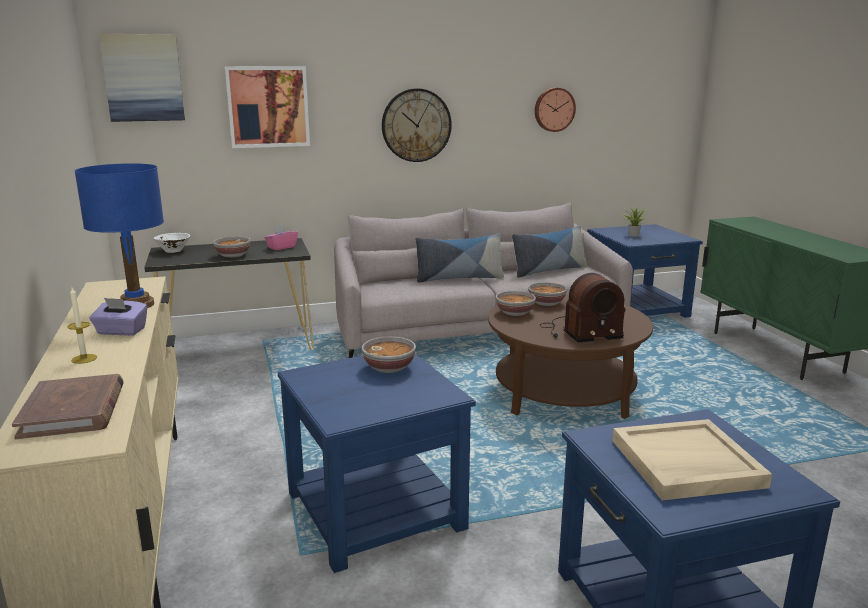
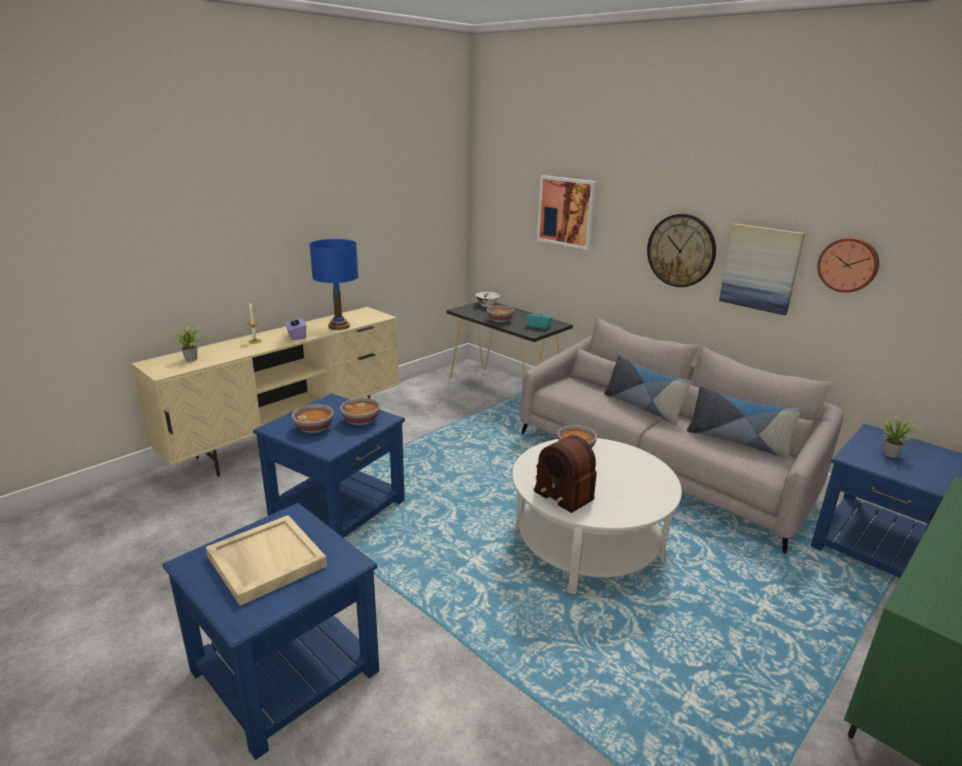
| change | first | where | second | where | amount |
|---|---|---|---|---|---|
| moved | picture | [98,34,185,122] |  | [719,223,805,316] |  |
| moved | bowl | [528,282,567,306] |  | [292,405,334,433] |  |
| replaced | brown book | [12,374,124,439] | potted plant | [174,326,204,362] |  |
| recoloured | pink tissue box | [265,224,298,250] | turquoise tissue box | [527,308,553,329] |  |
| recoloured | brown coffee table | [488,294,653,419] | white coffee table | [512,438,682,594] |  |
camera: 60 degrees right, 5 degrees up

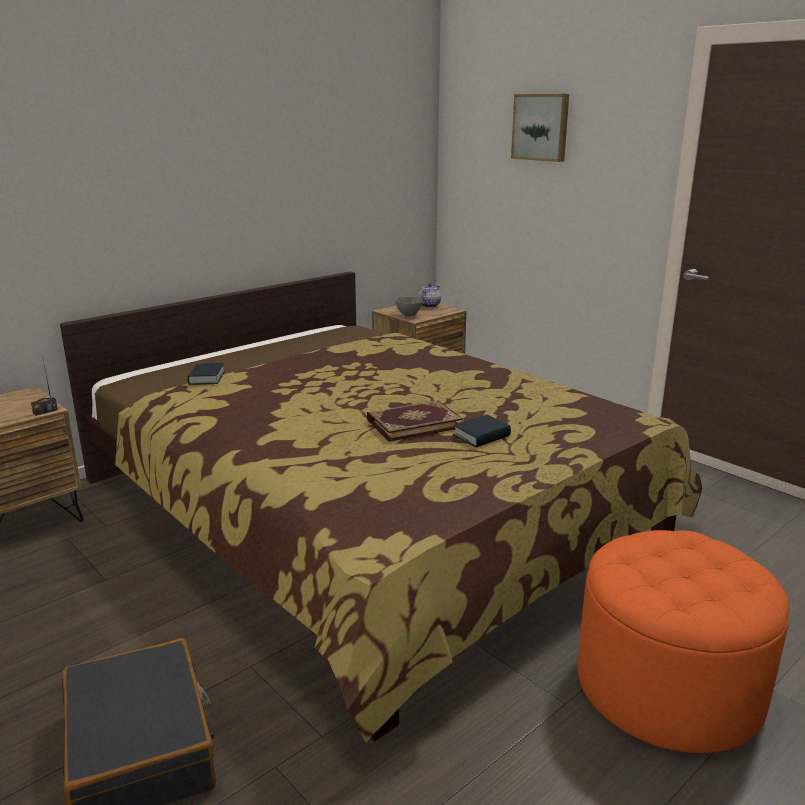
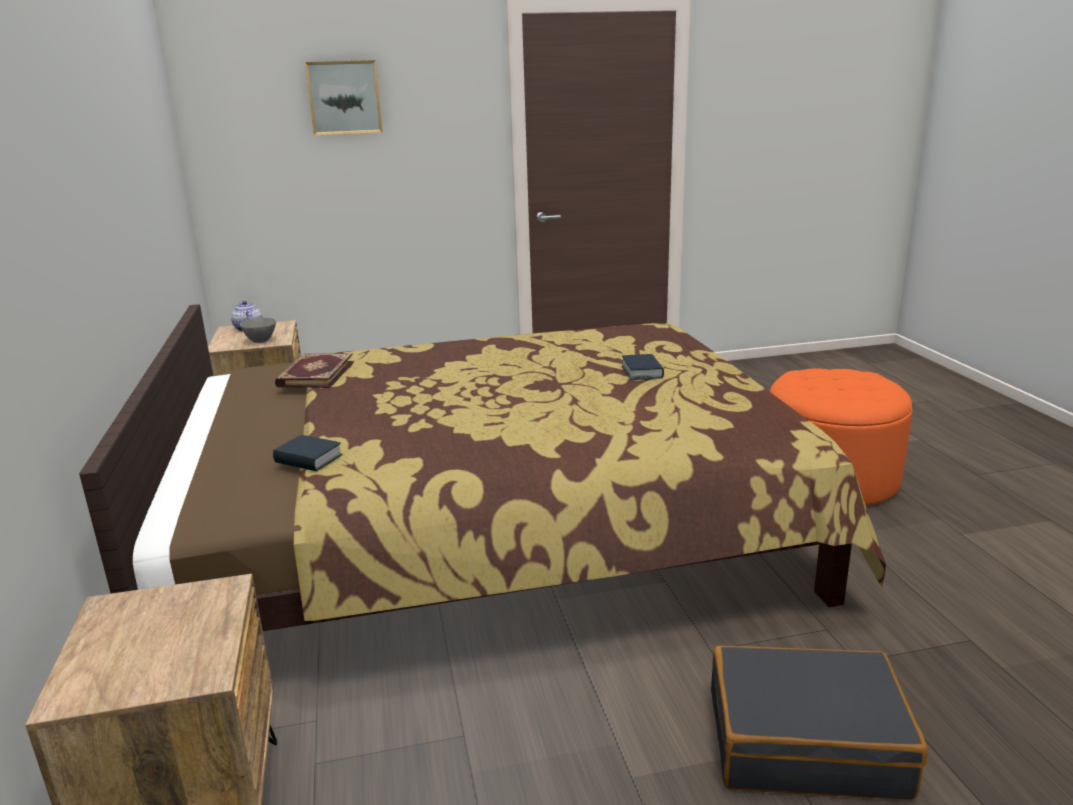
| change | first | where | second | where | amount |
|---|---|---|---|---|---|
| removed | radio | [31,354,58,416] |  |  |  |
| moved | book | [367,400,463,442] |  | [275,353,354,388] |  |
camera: 60 degrees left, 0 degrees up

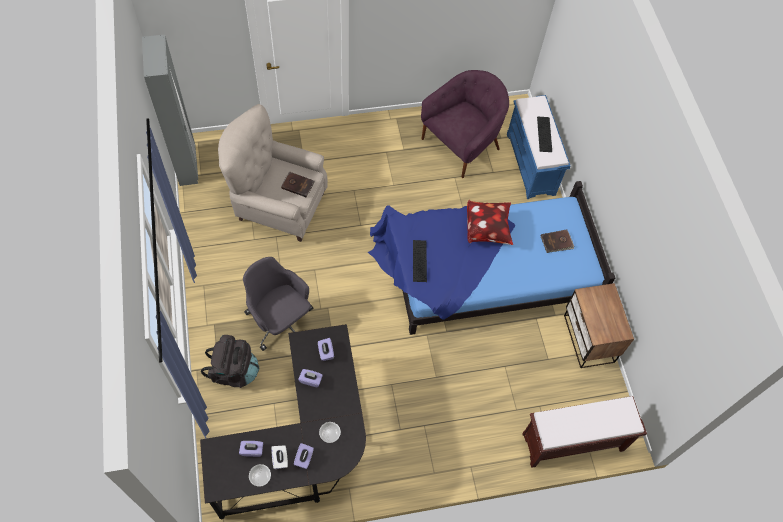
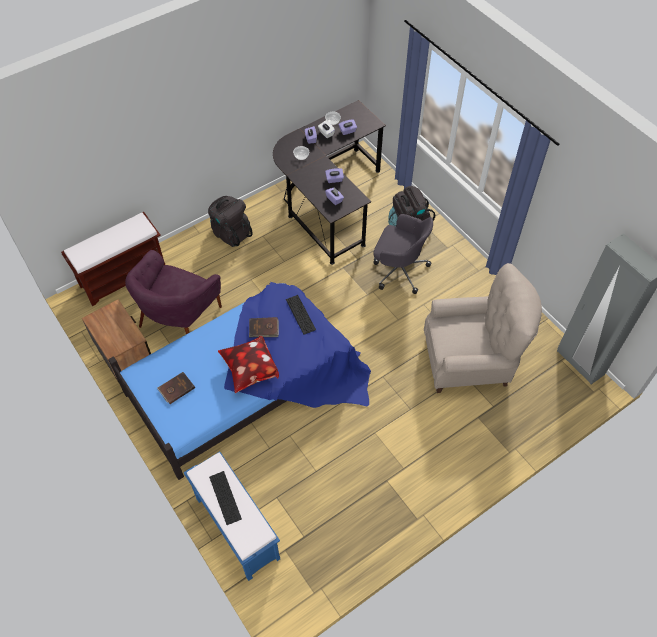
| change | first | where | second | where | amount |
|---|---|---|---|---|---|
| added |  |  | black backpack | [208,196,253,247] |  |
| moved | brown book | [281,171,315,198] |  | [249,317,279,338] |  |
| moved | purple armchair | [421,70,509,178] |  | [125,250,222,334] |  |
camera: 160 degrees right, 5 degrees down

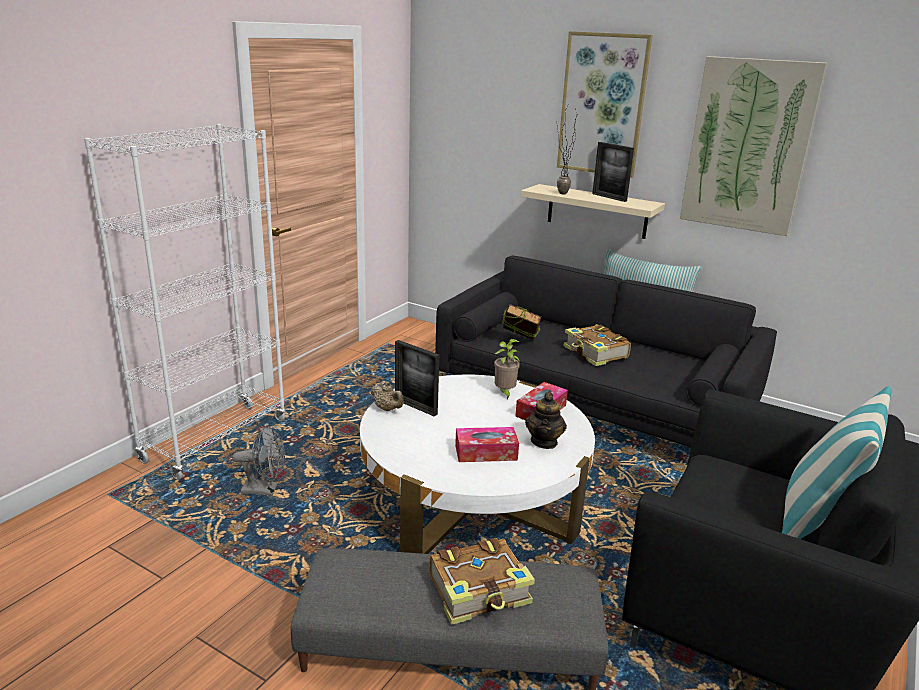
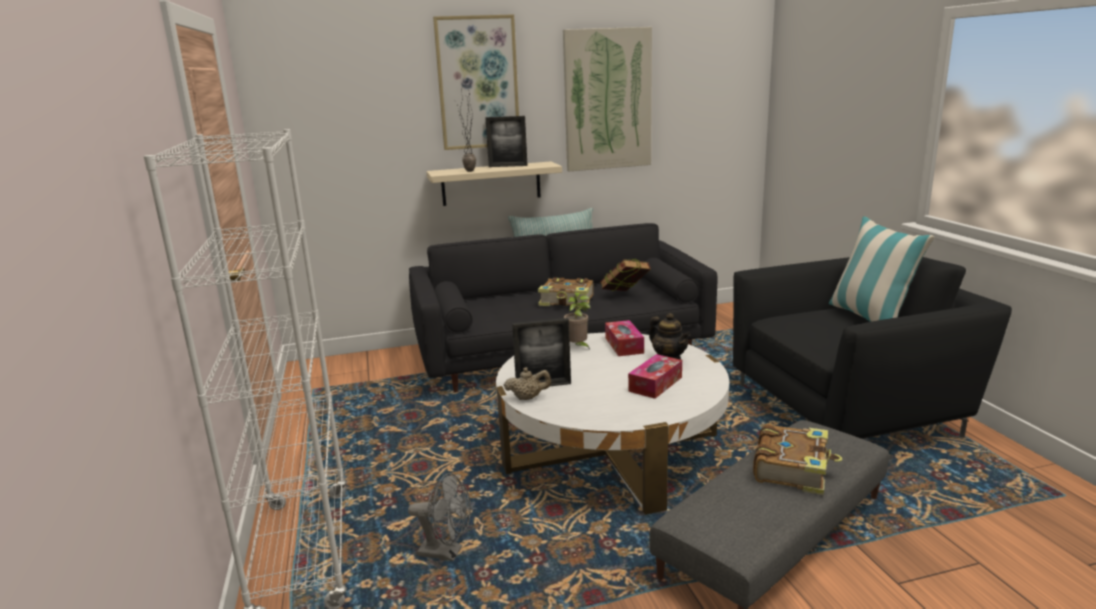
| change | first | where | second | where | amount |
|---|---|---|---|---|---|
| moved | book | [502,304,541,340] |  | [600,259,651,291] |  |
| turned | grey fan | [233,426,285,495] |  | [408,473,471,561] | 60 degrees clockwise |
camera: 45 degrees left, 5 degrees down

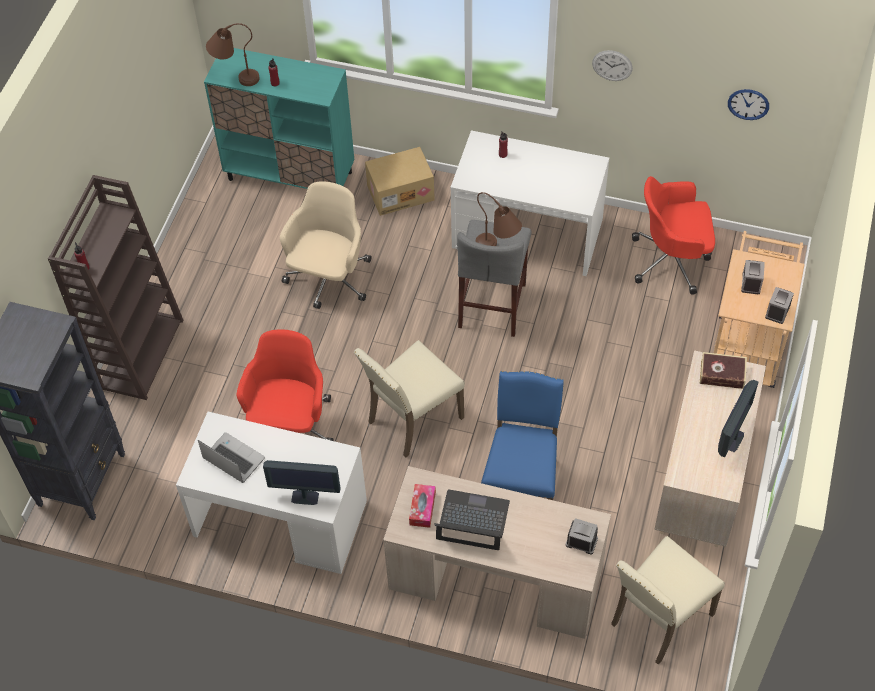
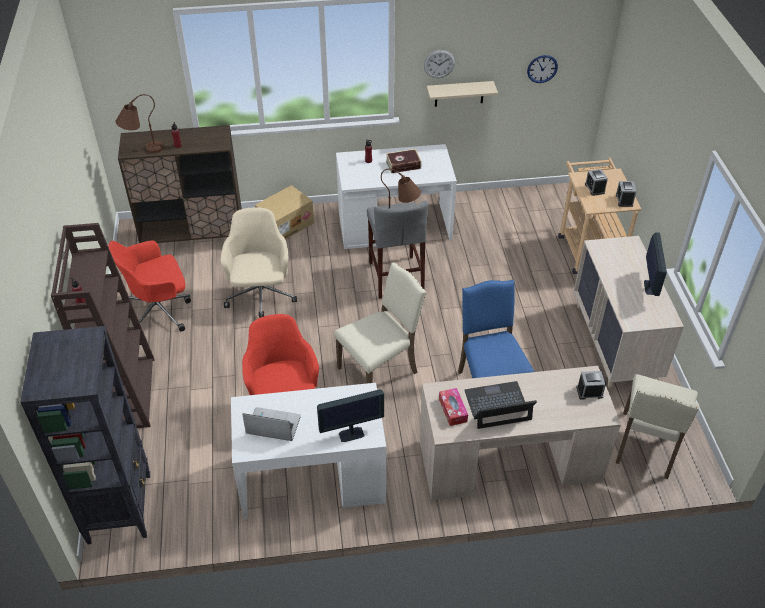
| change | first | where | second | where | amount |
|---|---|---|---|---|---|
| added |  |  | beige shelf | [427,81,498,107] |  |
| moved | red office chair | [632,176,715,295] |  | [108,241,191,331] |  |
| moved | book | [700,352,747,389] |  | [386,149,421,173] |  |
| recoloured | turquoise cabinet | [204,48,354,189] | brown cabinet | [118,125,242,243] |  |
| turned | beige chair | [354,340,465,458] |  | [334,262,427,384] | 150 degrees counterclockwise |
camera: 25 degrees left, 10 degrees down

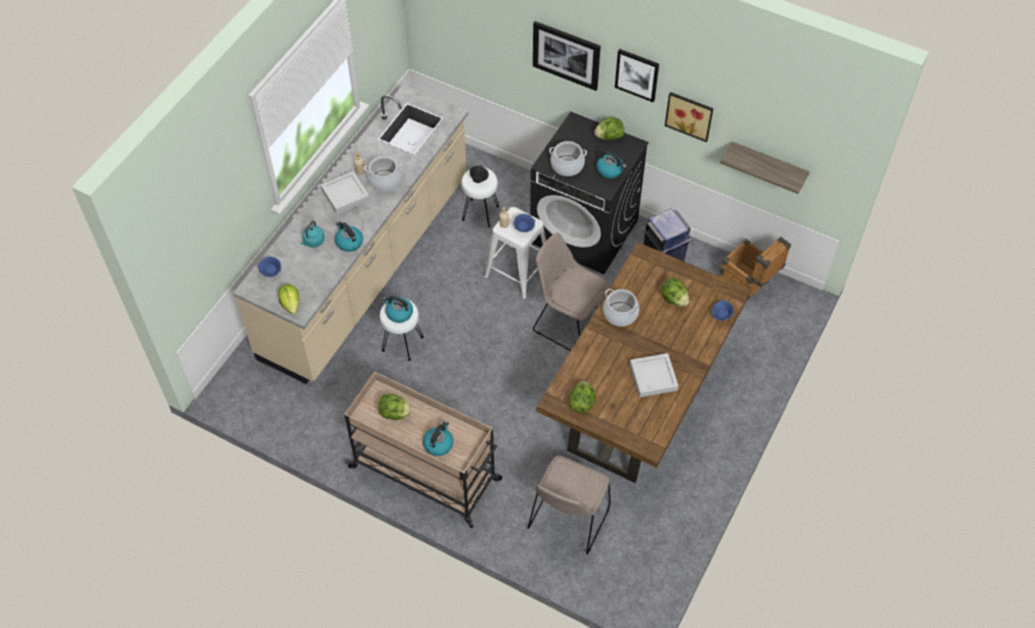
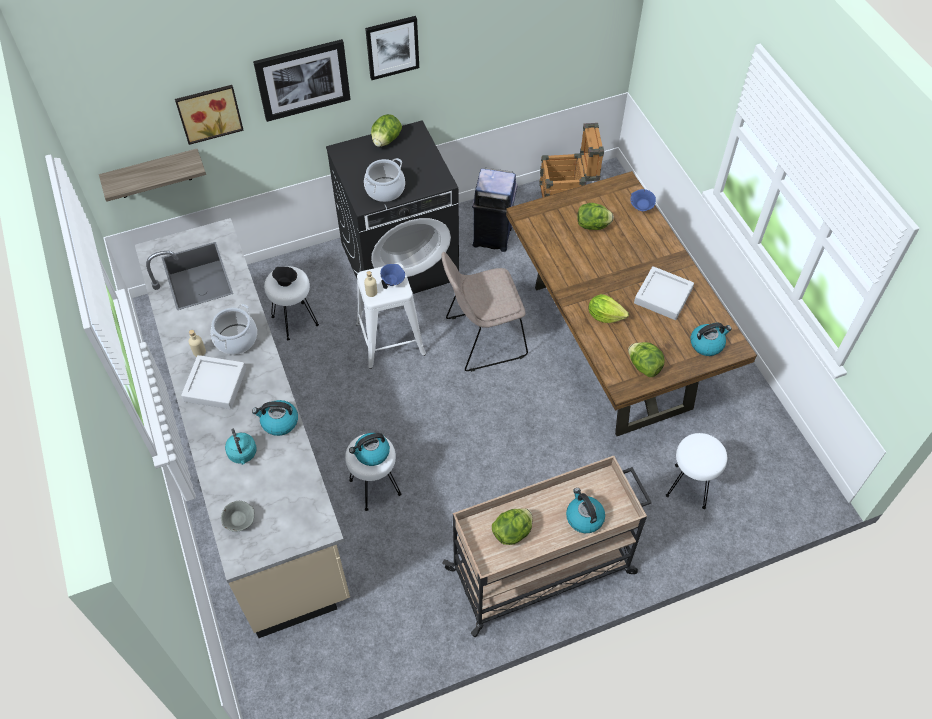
| change | first | where | second | where | amount |
|---|---|---|---|---|---|
| removed | cooking pot | [603,289,639,327] |  |  |  |
| moved | lettuce | [278,284,299,315] |  | [588,294,629,323] |  |
| moved | kettle | [596,151,626,178] |  | [690,323,732,356] |  |
| moved | picture | [665,92,713,142] |  | [175,85,244,145] |  |
| moved | shelf | [720,142,810,194] |  | [99,149,206,202] |  |
| replaced | beige chair | [528,456,610,555] | white stool | [666,433,727,509] |  |
| recoloured | blue bowl | [258,257,281,277] | grey bowl | [221,501,254,532] |  |
camera: 50 degrees left, 0 degrees up

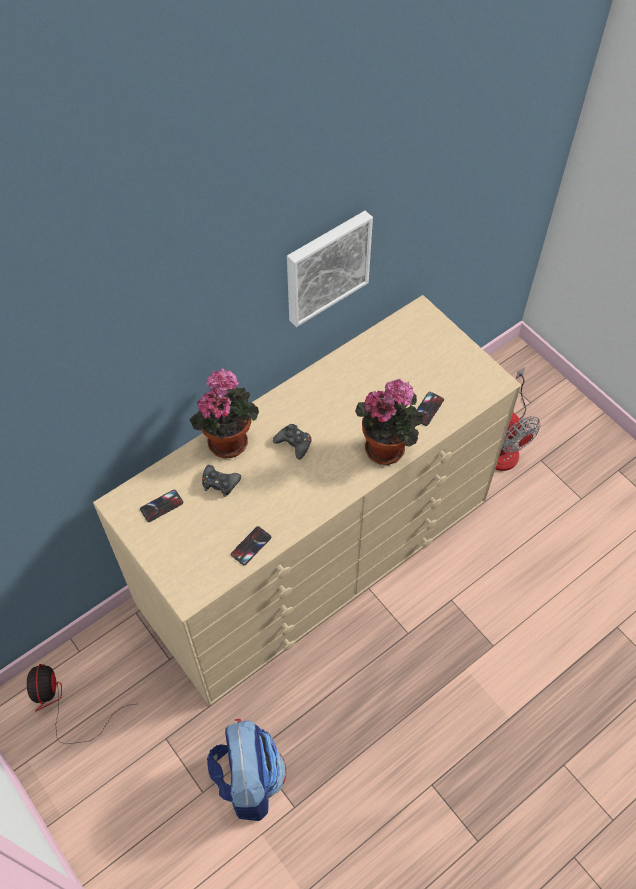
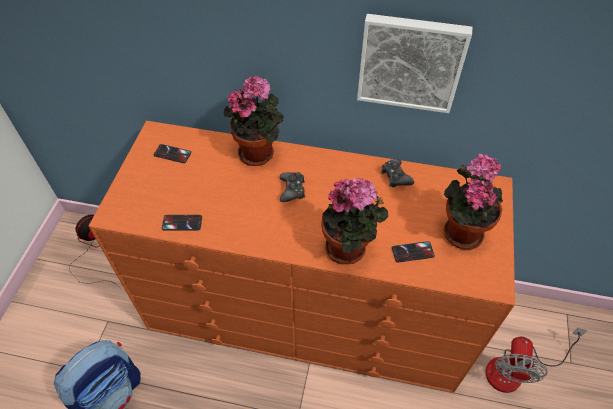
| change | first | where | second | where | amount |
|---|---|---|---|---|---|
| added |  |  | potted plant | [444,154,503,250] |  |
| moved | black game controller | [202,465,241,497] |  | [381,159,414,187] |  |
| recoloured | beige dresser | [93,295,521,705] | orange dresser | [89,121,515,392] |  |
camera: 50 degrees right, 5 degrees down

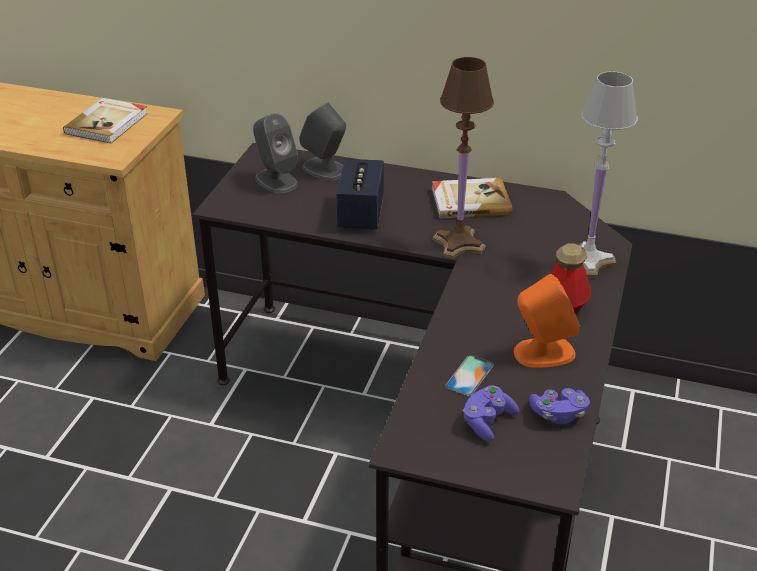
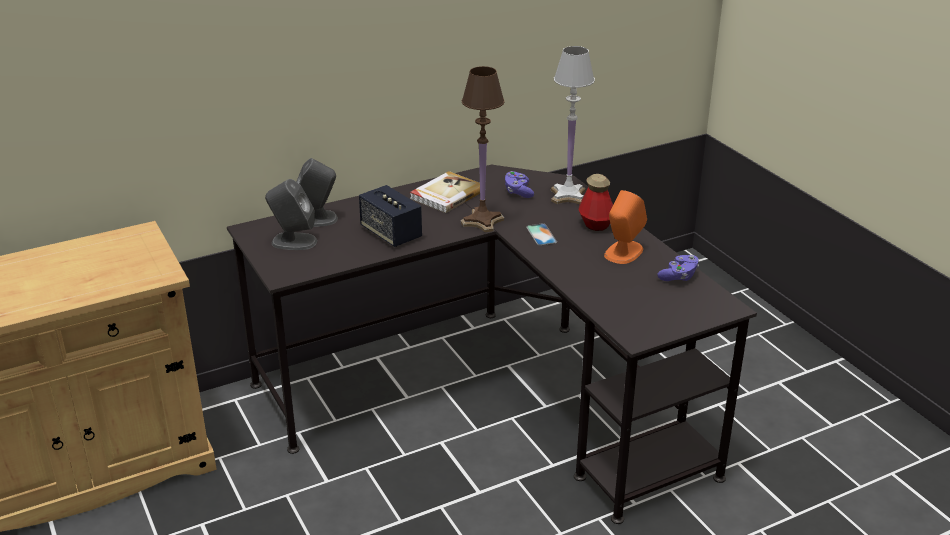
| change | first | where | second | where | amount |
|---|---|---|---|---|---|
| removed | book | [63,98,148,143] |  |  |  |
| moved | phone | [445,355,494,397] |  | [526,223,557,246] |  |
| moved | purple game controller | [463,385,519,442] |  | [505,171,534,198] |  |
camera: 45 degrees left, 5 degrees down

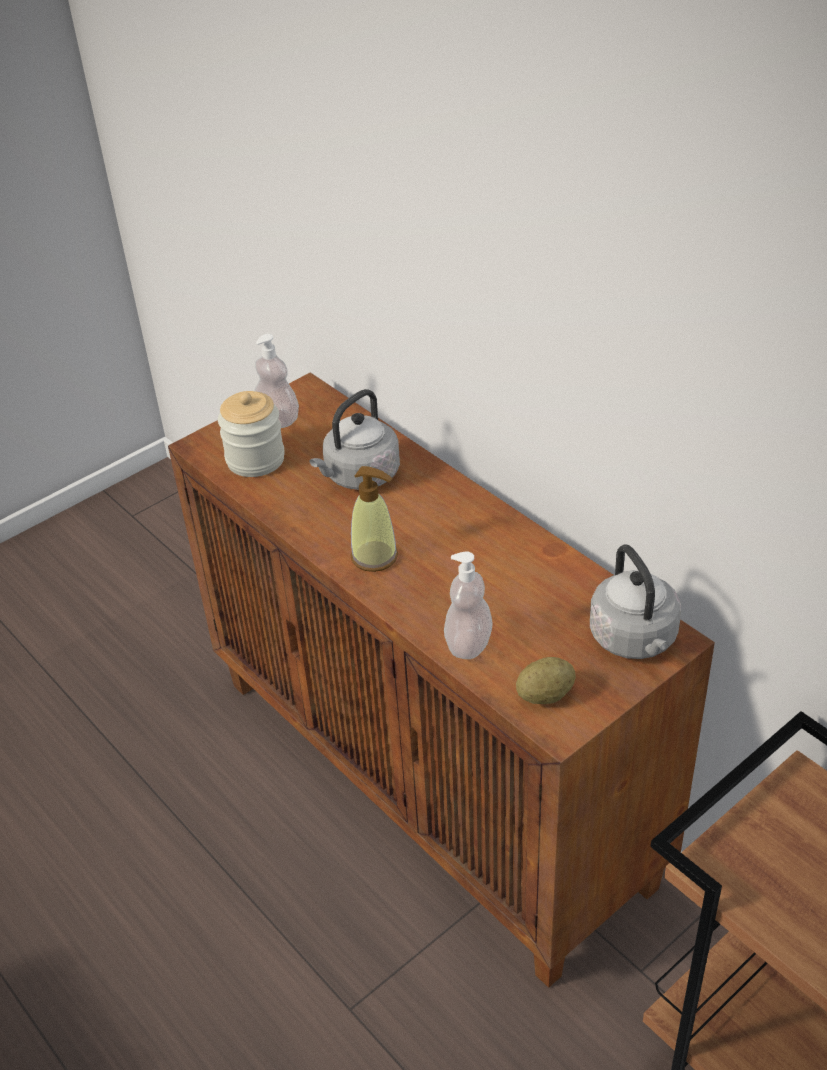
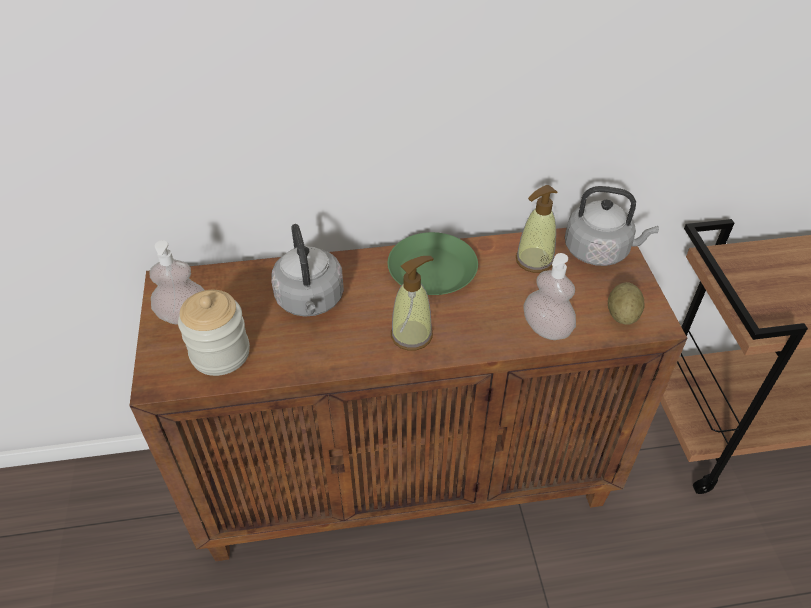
| change | first | where | second | where | amount |
|---|---|---|---|---|---|
| added |  |  | green plate | [388,232,478,295] |  |
| added |  |  | soap dispenser | [516,185,557,273] |  |
camera: 60 degrees left, 5 degrees up

